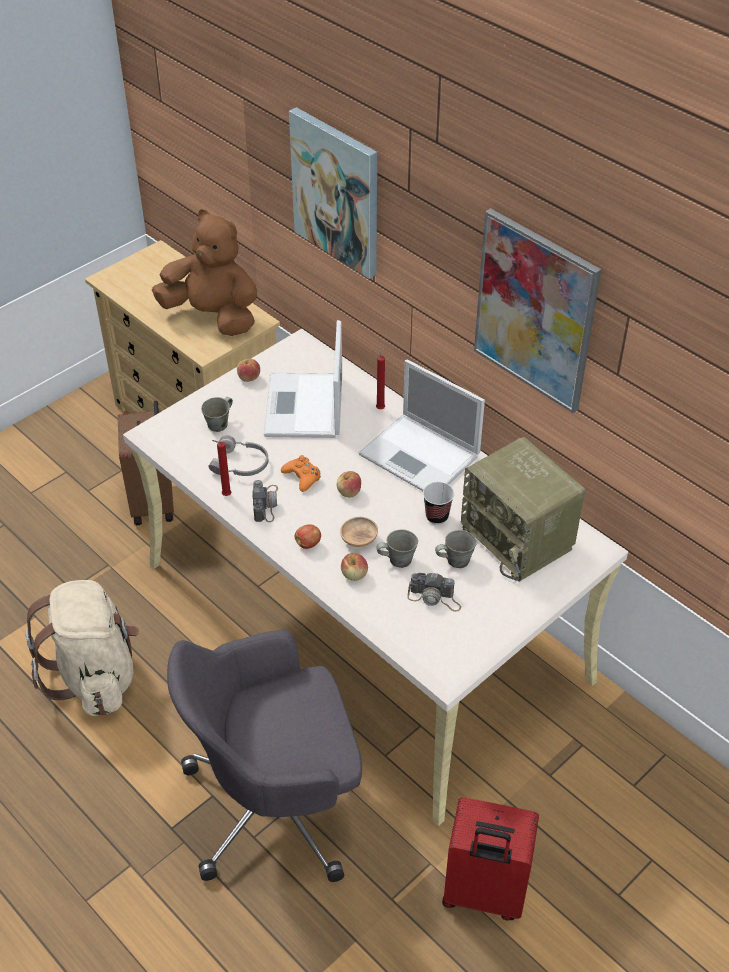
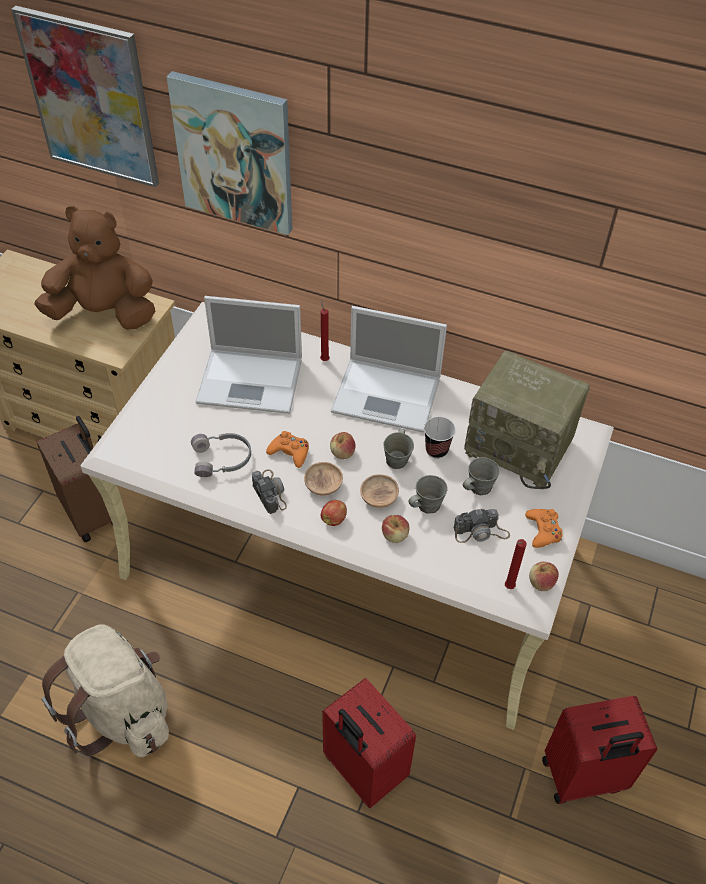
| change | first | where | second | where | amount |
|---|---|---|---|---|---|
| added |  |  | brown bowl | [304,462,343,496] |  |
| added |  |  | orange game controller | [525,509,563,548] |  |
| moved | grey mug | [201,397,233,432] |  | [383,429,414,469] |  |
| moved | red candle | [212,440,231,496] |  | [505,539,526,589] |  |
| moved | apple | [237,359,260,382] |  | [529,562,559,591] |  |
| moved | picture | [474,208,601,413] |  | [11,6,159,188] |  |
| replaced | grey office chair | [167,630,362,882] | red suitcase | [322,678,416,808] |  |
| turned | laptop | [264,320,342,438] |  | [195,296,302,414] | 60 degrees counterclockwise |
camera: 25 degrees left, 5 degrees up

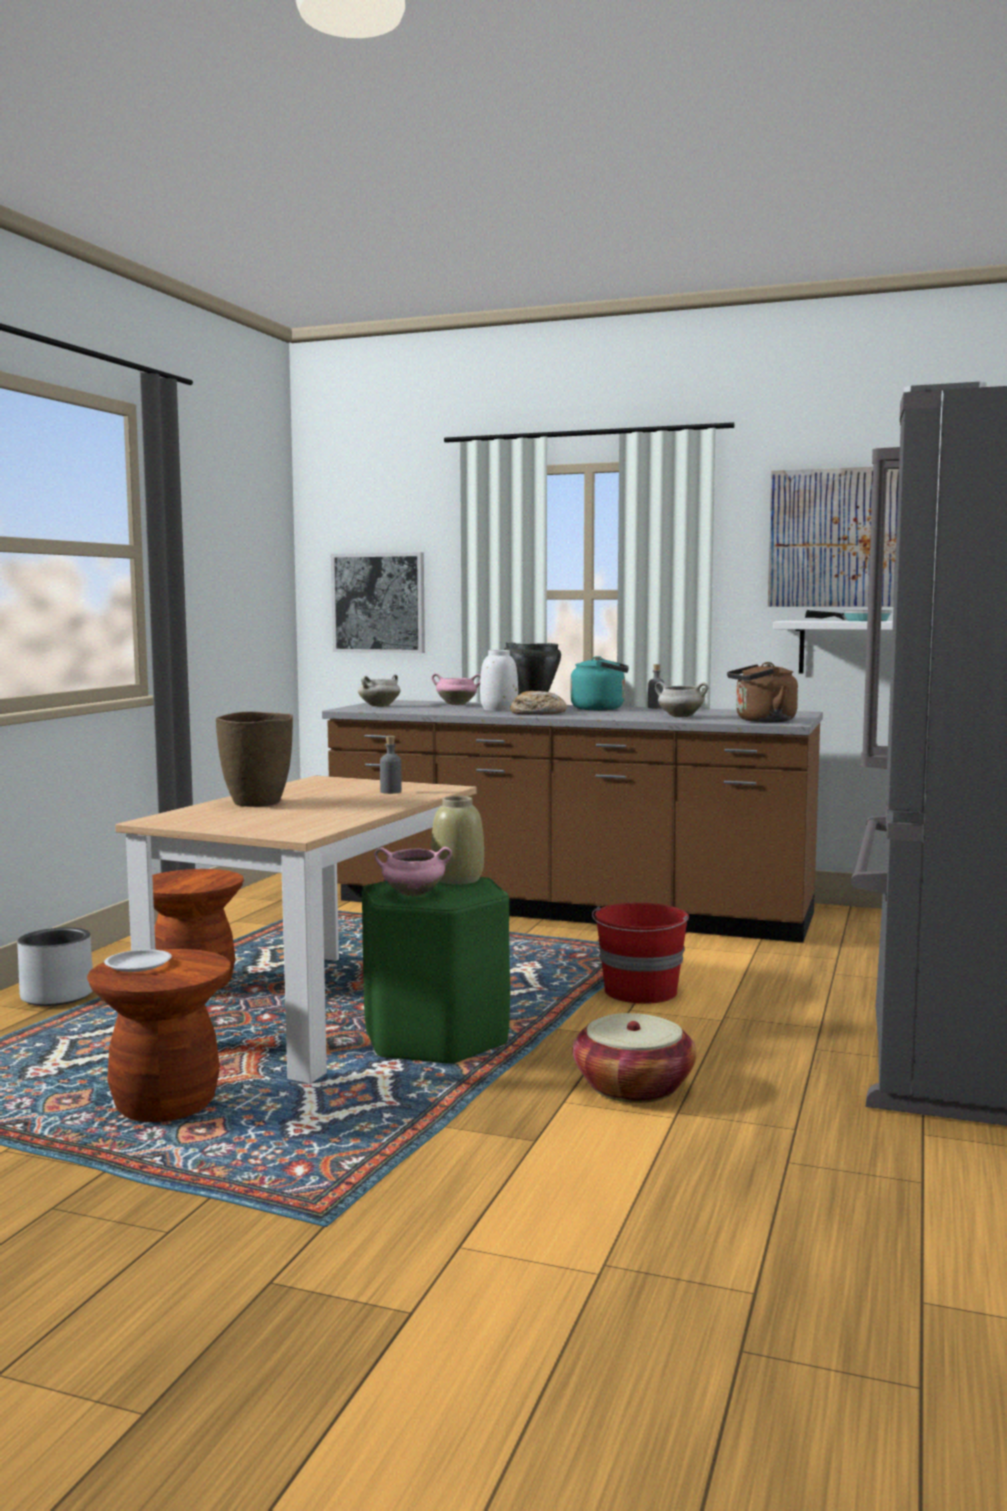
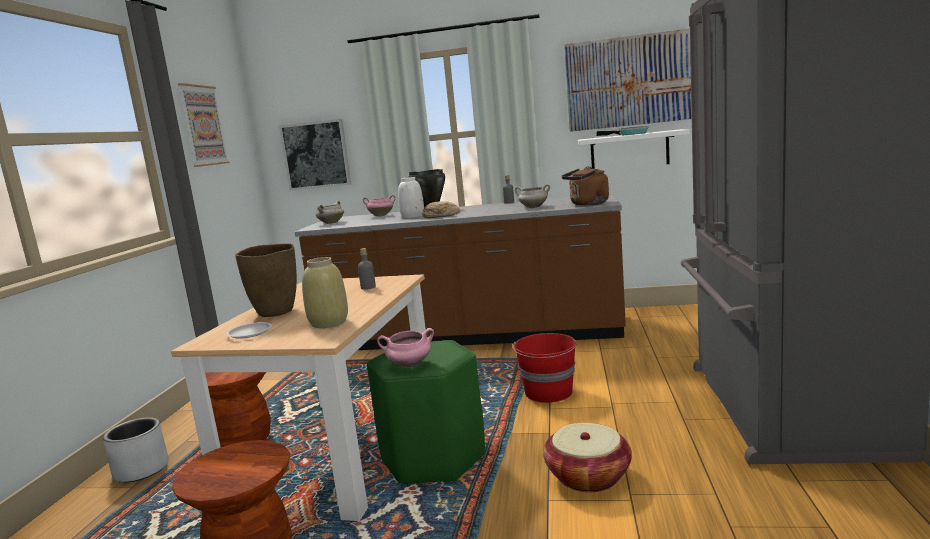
| change | first | where | second | where | amount |
|---|---|---|---|---|---|
| removed | turquoise kettle | [570,656,629,710] |  |  |  |
| added |  |  | picture | [178,83,230,167] |  |
| moved | white plate | [104,949,172,972] |  | [226,322,272,339] |  |
| moved | beige vase | [431,796,484,885] |  | [302,257,348,328] |  |
camera: 10 degrees left, 5 degrees up

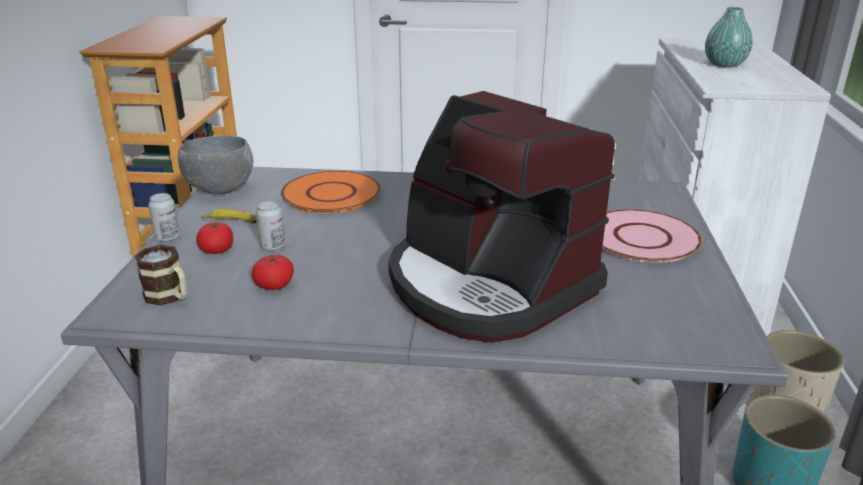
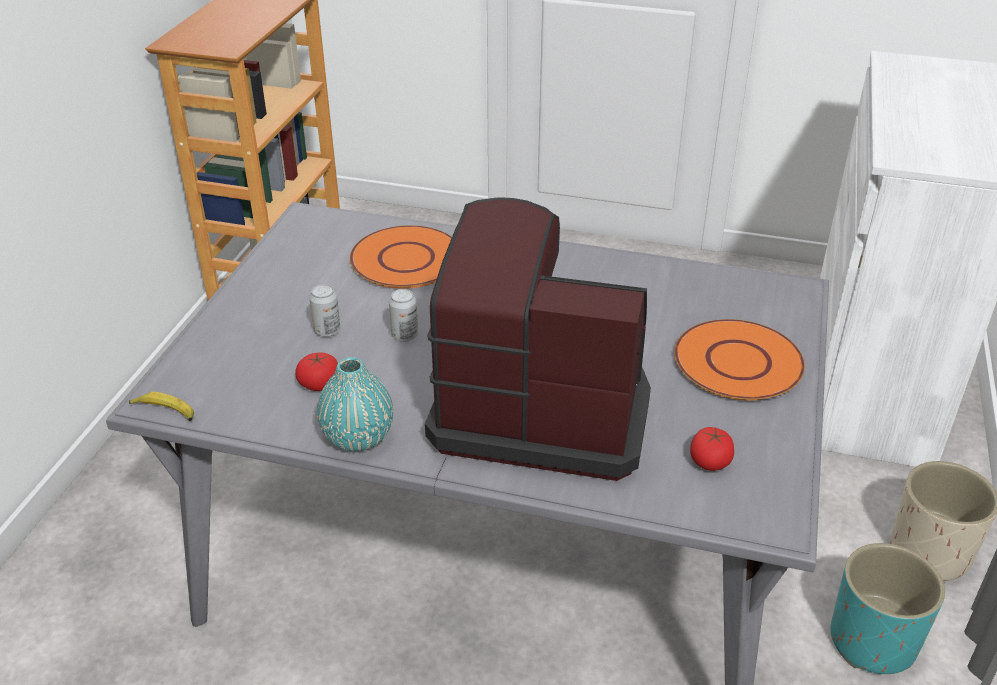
| change | first | where | second | where | amount |
|---|---|---|---|---|---|
| removed | mug | [135,245,187,306] |  |  |  |
| removed | grey bowl | [178,136,253,194] |  |  |  |
| moved | can | [148,193,180,242] |  | [389,289,418,342] |  |
| moved | tomato | [196,221,233,254] |  | [690,427,734,471] |  |
| moved | banana | [202,209,256,224] |  | [129,392,194,421] |  |
| moved | turquoise vase | [705,7,753,68] |  | [317,357,393,451] |  |
| recoloured | pink plate | [602,209,702,263] | orange plate | [674,319,805,400] |  |
| turned | coffee machine | [388,91,615,343] |  | [425,197,651,481] | 135 degrees clockwise |
camera: 10 degrees right, 10 degrees up

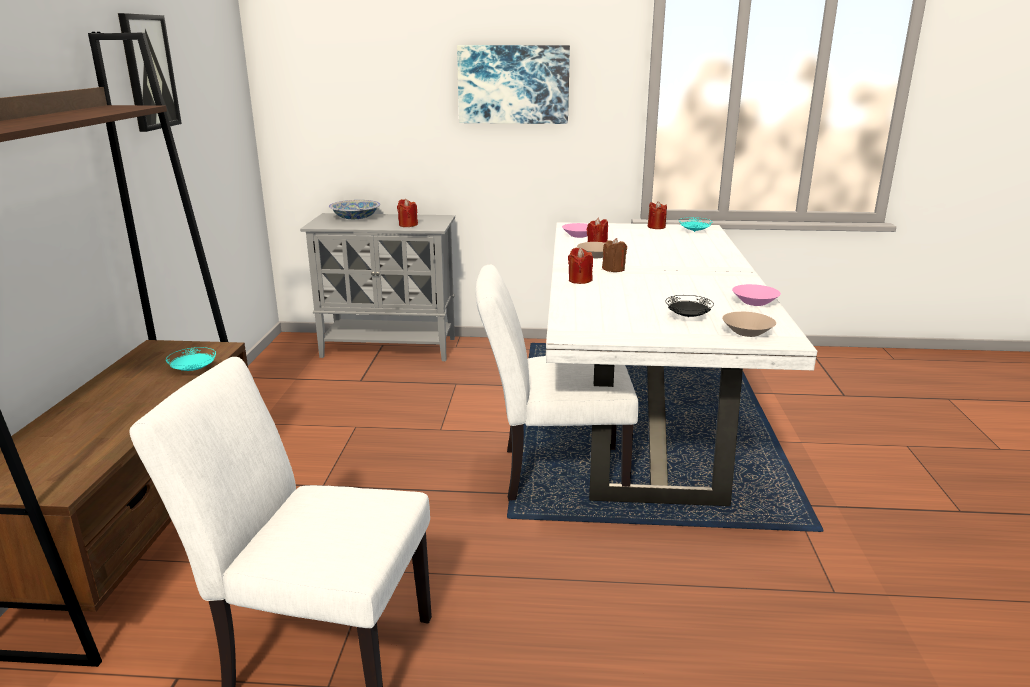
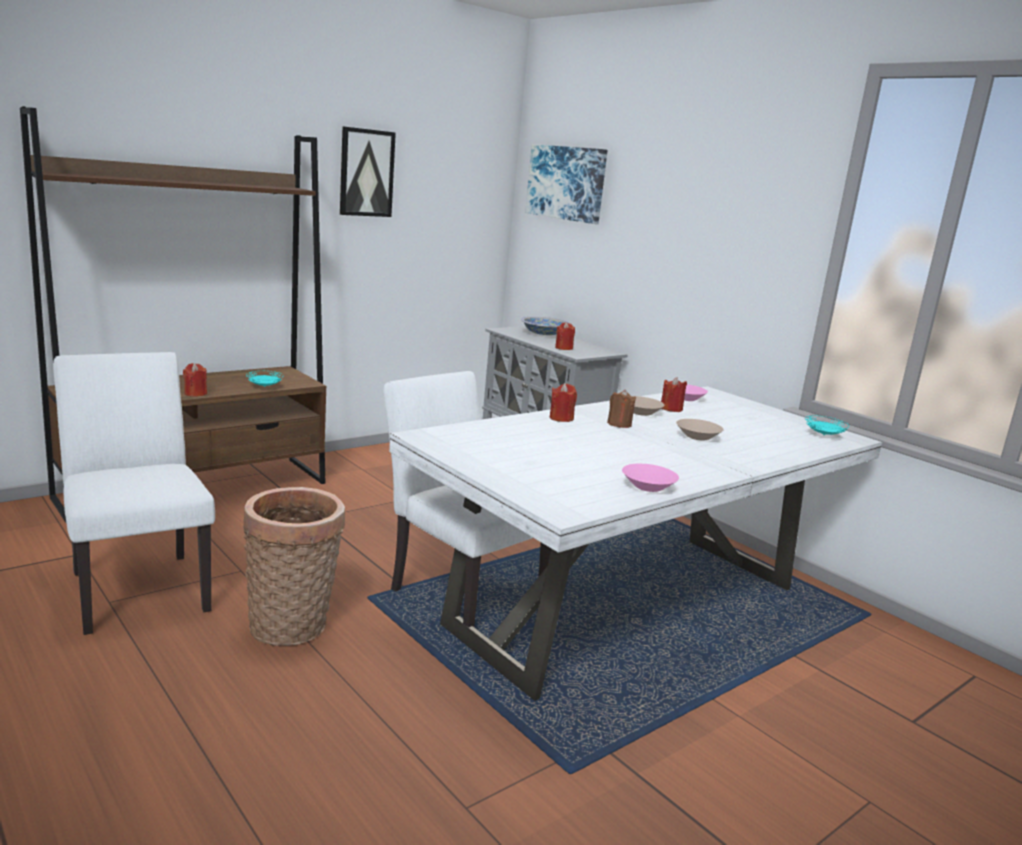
| change | first | where | second | where | amount |
|---|---|---|---|---|---|
| removed | black plate | [665,295,714,317] |  |  |  |
| added |  |  | basket | [243,487,345,646] |  |
| moved | picture | [457,45,570,124] |  | [525,144,607,224] |  |
| moved | red candle | [648,201,667,229] |  | [183,363,207,397] |  |
| moved | beige bowl | [722,312,776,337] |  | [676,419,723,441] |  |
camera: 45 degrees right, 5 degrees down

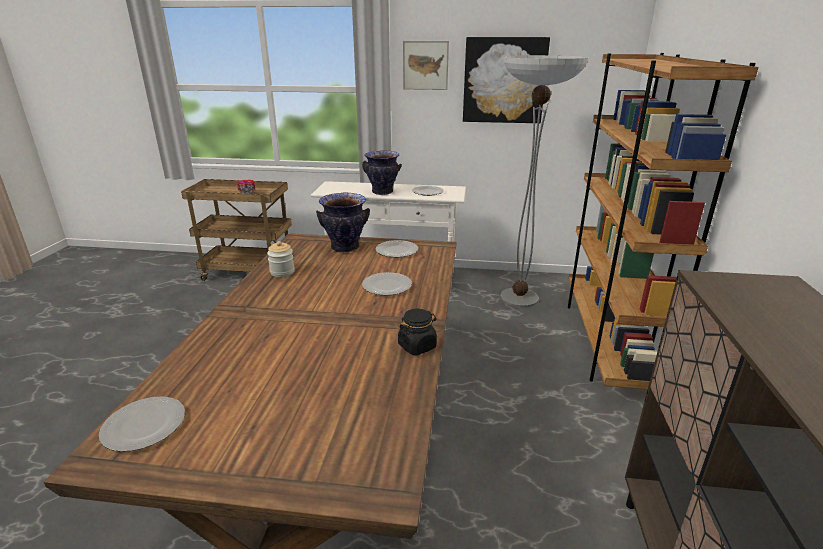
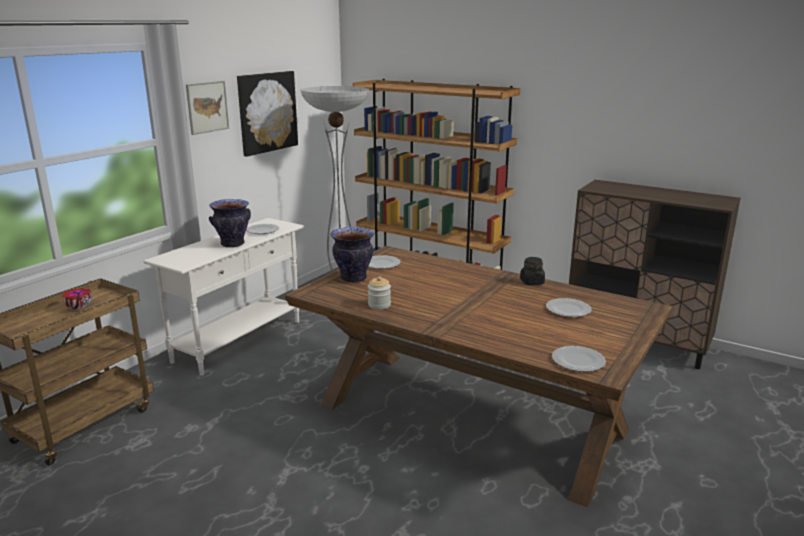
| change | first | where | second | where | amount |
|---|---|---|---|---|---|
| moved | plate | [362,272,412,295] |  | [546,298,592,317] |  |
camera: 65 degrees left, 5 degrees down

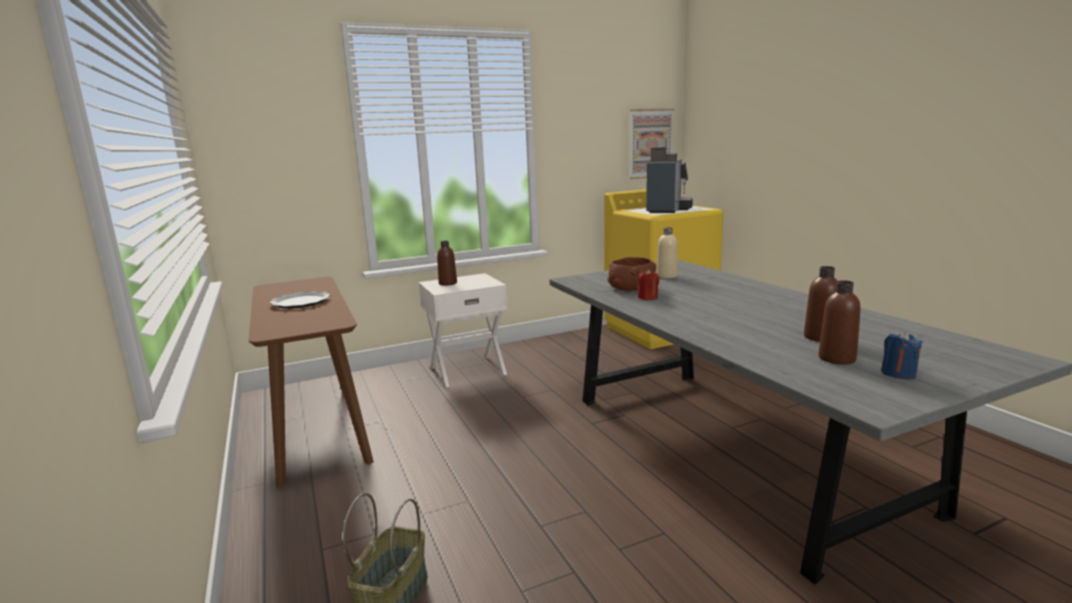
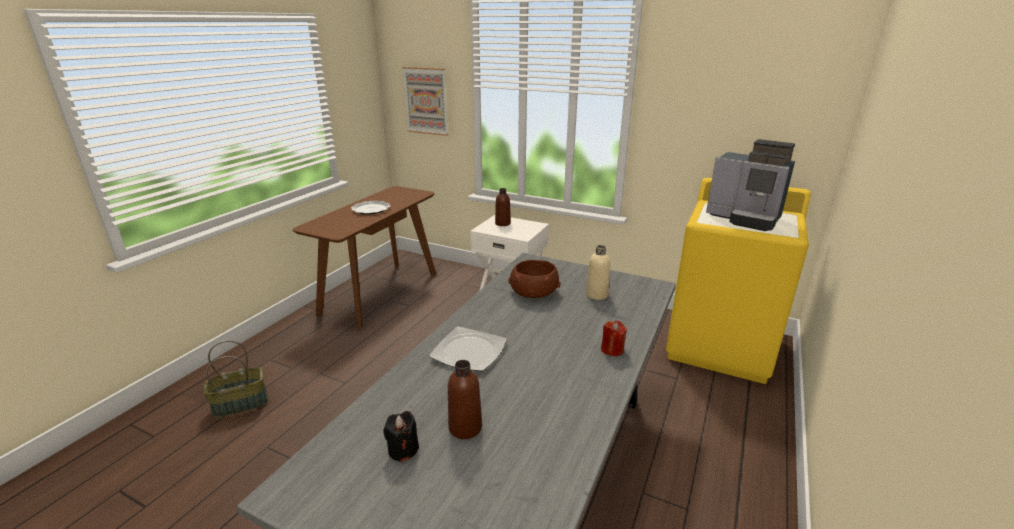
| change | first | where | second | where | amount |
|---|---|---|---|---|---|
| removed | blue candle | [881,332,923,379] |  |  |  |
| added |  |  | plate | [429,327,507,371] |  |
| moved | picture | [630,109,674,179] |  | [402,67,448,136] |  |
| moved | red candle | [637,269,660,300] |  | [601,320,627,356] |  |
| replaced | brown bottle | [818,280,861,364] | black candle | [383,411,419,462] |  |
| turned | coffee machine | [646,147,693,213] |  | [706,139,795,231] | 60 degrees clockwise |
camera: 50 degrees right, 10 degrees up

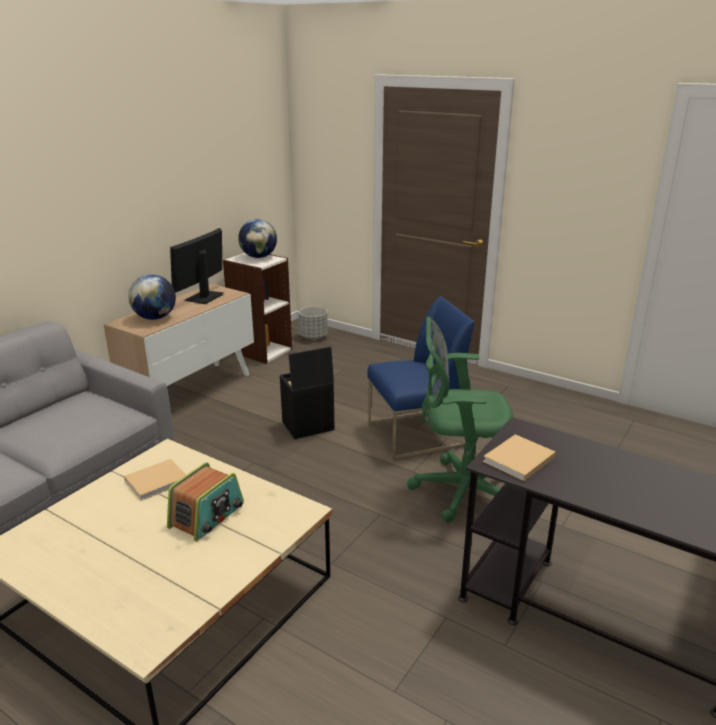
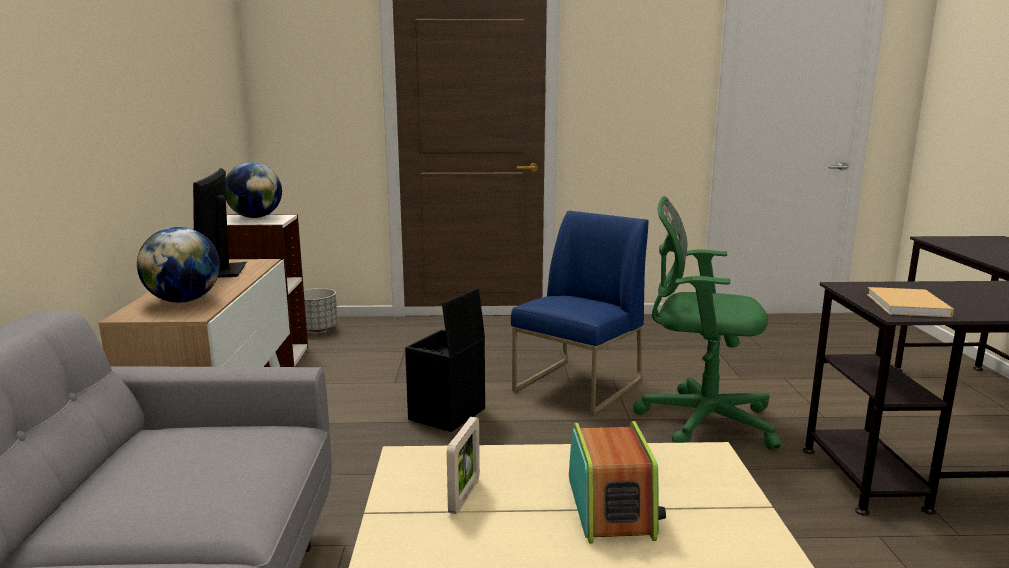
| change | first | where | second | where | amount |
|---|---|---|---|---|---|
| replaced | beige book | [124,459,186,501] | picture frame | [447,417,480,514] |  |
| turned | green office chair | [407,317,513,522] |  | [633,196,781,450] | 45 degrees clockwise |
camera: 35 degrees left, 10 degrees down

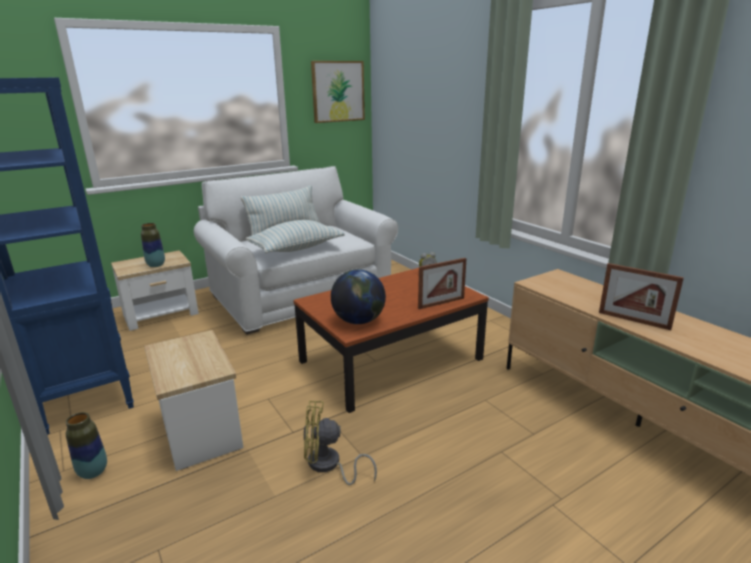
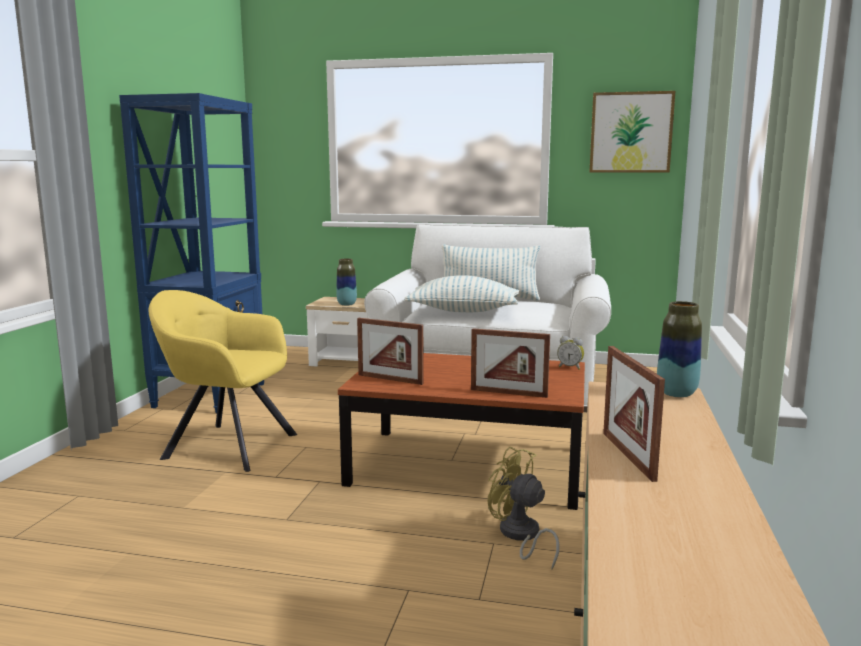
| change | first | where | second | where | amount |
|---|---|---|---|---|---|
| moved | vase | [66,412,107,479] |  | [657,301,702,398] |  |
| moved | yellow fan | [303,401,377,485] |  | [487,447,560,570] |  |
| replaced | side table | [144,330,244,471] | yellow armchair | [148,290,297,472] |  |
| replaced | globe | [331,269,386,324] | picture frame | [357,318,423,385] |  |
camera: 45 degrees right, 10 degrees down

